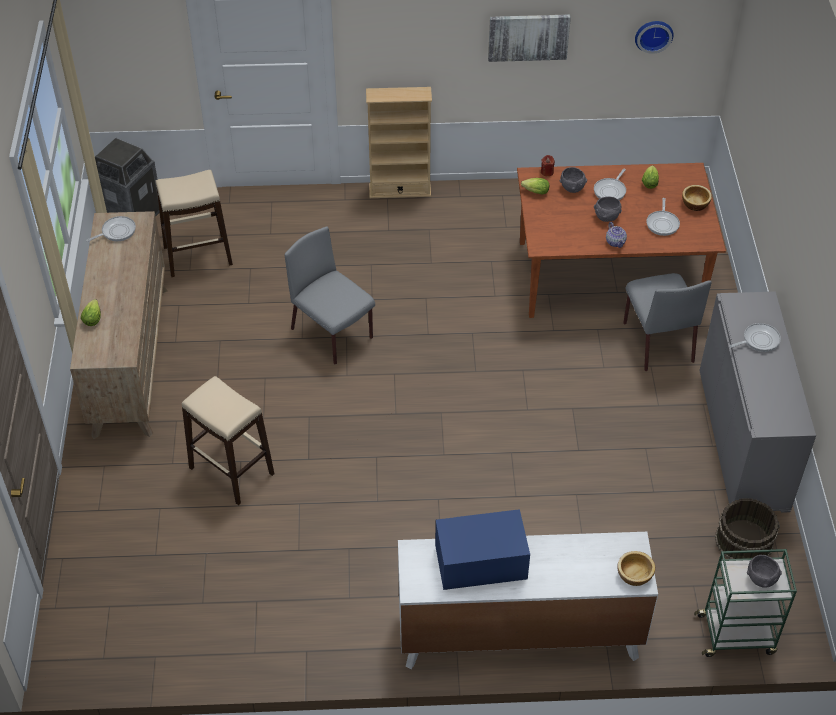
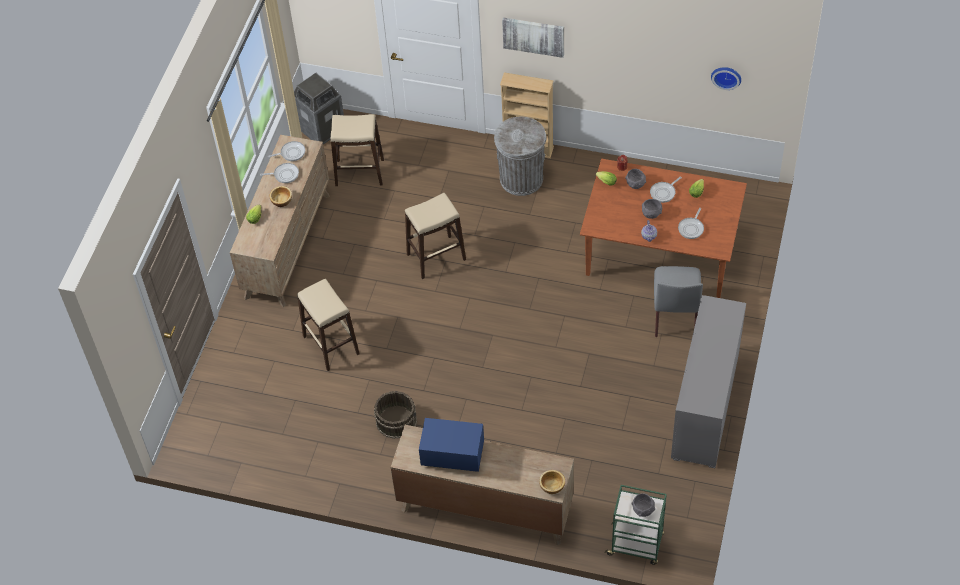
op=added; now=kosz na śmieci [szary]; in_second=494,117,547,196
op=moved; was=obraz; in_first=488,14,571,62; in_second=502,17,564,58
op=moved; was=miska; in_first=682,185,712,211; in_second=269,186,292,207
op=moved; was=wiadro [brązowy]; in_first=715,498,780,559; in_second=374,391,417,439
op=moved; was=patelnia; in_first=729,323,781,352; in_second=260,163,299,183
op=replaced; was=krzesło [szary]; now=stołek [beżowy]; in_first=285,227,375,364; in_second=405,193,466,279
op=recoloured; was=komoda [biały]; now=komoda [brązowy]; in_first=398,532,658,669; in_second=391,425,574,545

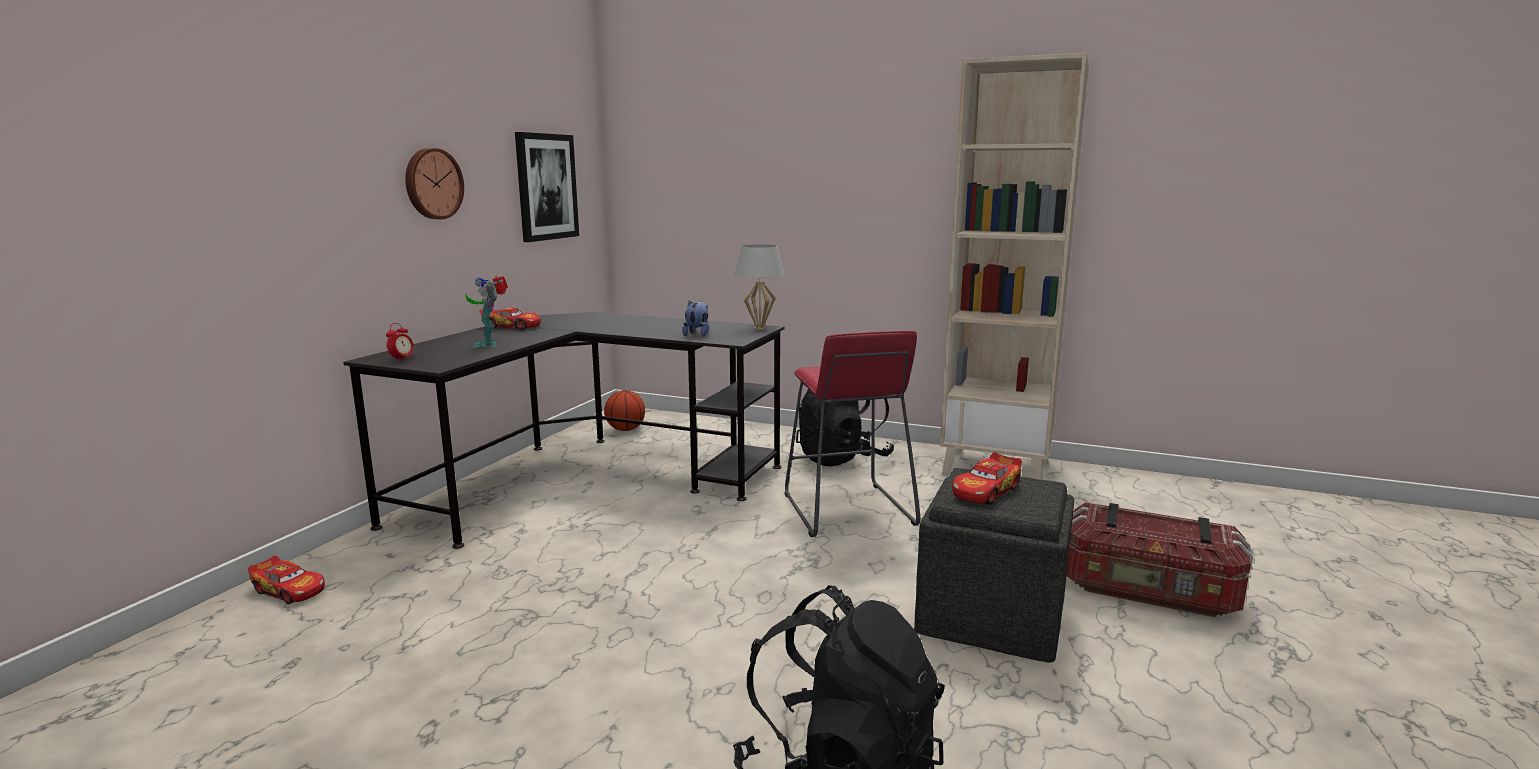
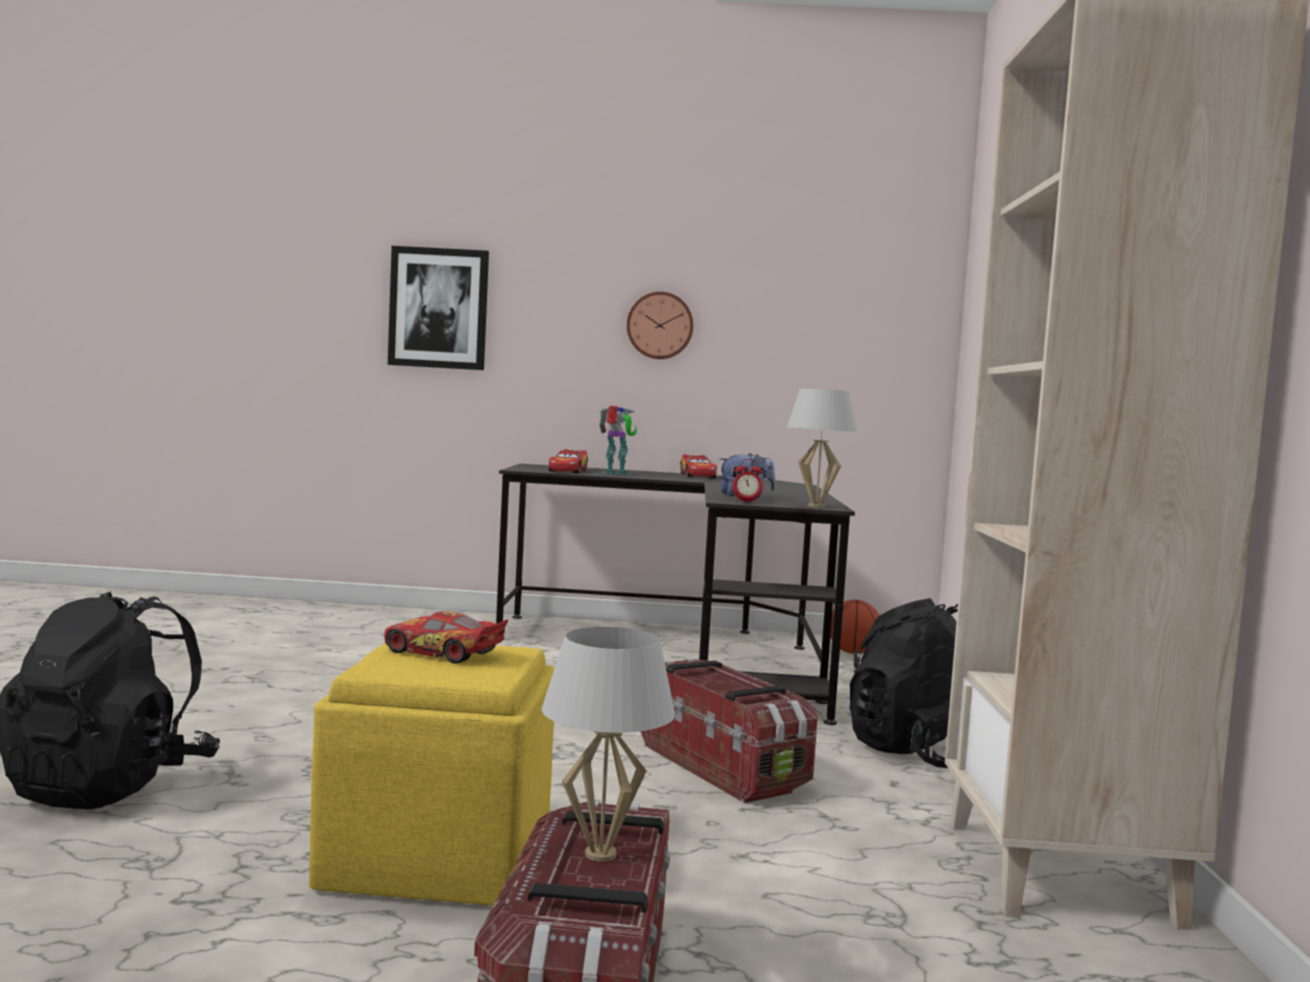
op=added; now=lampa stołowa [biały]; in_second=542,627,675,862
op=moved; was=samochodzik; in_first=248,556,325,604; in_second=549,449,588,473
op=moved; was=budzik; in_first=386,323,414,361; in_second=732,459,763,503
op=moved; was=obraz; in_first=515,132,579,242; in_second=388,246,489,370
op=replaced; was=stołek [czerwony]; now=pojemnik do przechowywania; in_first=785,330,920,537; in_second=640,658,818,803
op=recoloured; was=pufa [szary]; now=pufa [żółty]; in_first=914,468,1074,663; in_second=309,643,555,905
op=turned; was=robot zabawkowy; in_first=465,276,508,347; in_second=599,405,637,475; clockwise=60

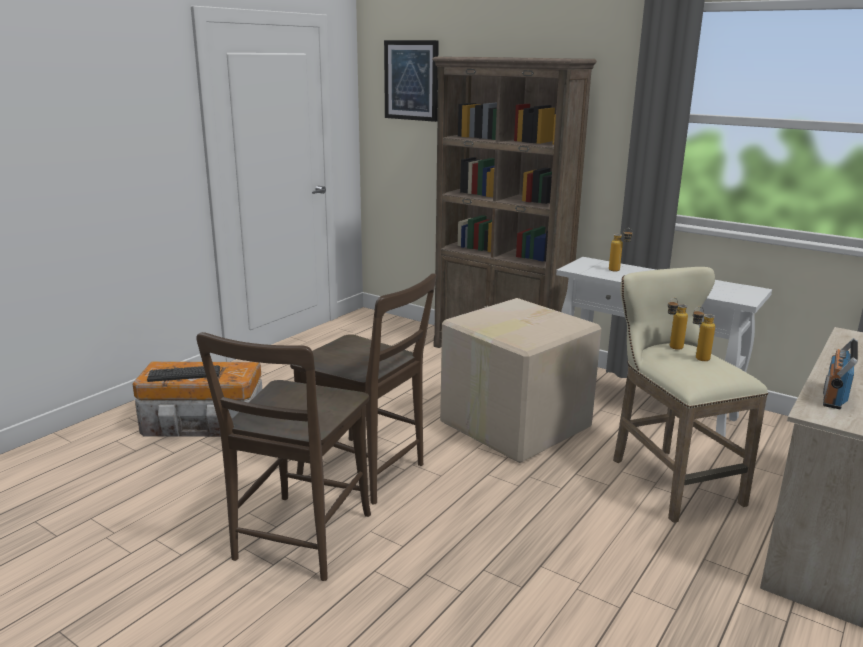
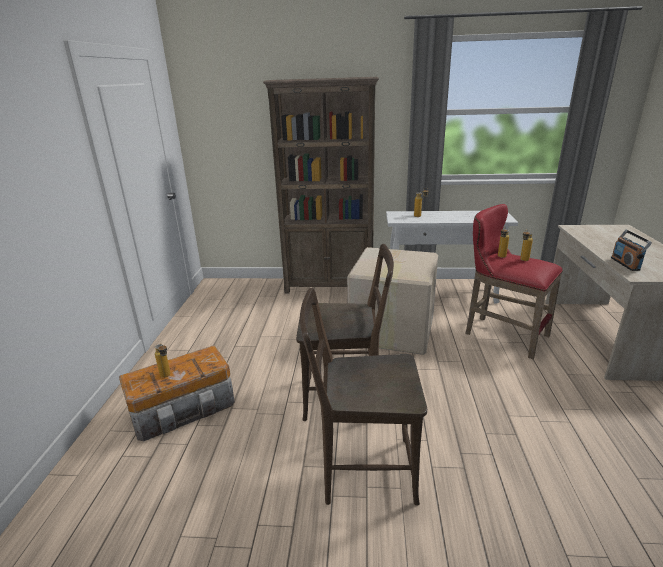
op=removed; was=obraz; in_first=384,40,439,122
op=replaced; was=klawiatura; now=butelka; in_first=147,365,220,382; in_second=155,343,171,378
op=recoloured; was=stołek [beżowy]; now=stołek [czerwony]; in_first=613,267,768,523; in_second=466,204,563,359
op=turned; was=krzesło [brązowy]; in_first=196,332,371,581; in_second=300,288,427,505; clockwise=105

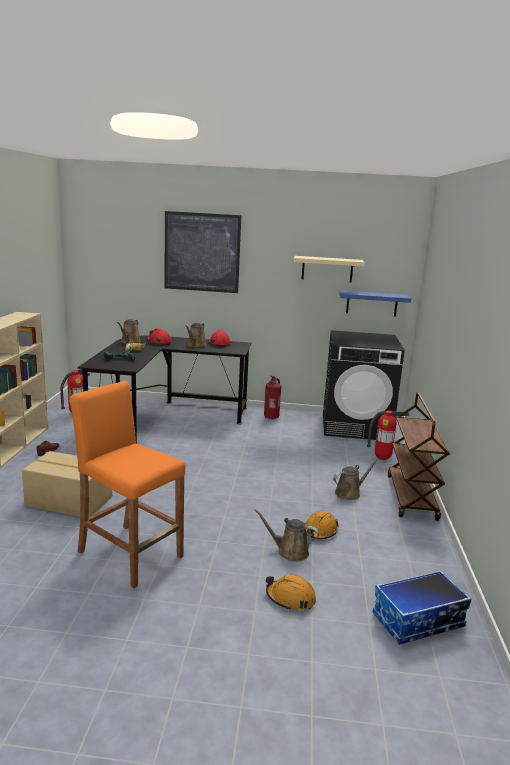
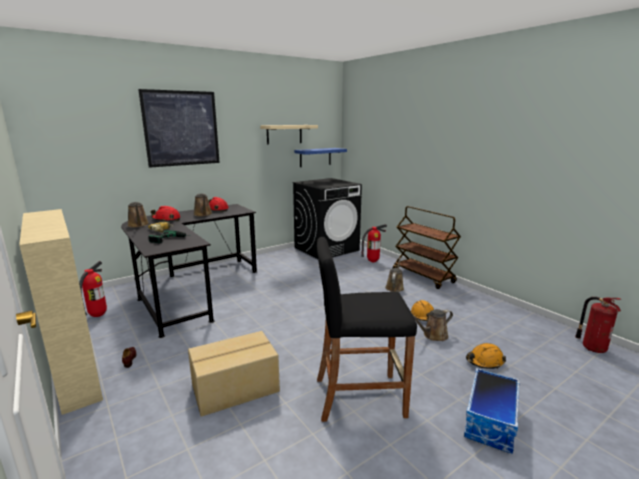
op=moved; was=gaśnica; in_first=264,376,281,420; in_second=575,297,621,353
op=moved; was=pojemnik do przechowywania; in_first=373,570,472,645; in_second=464,368,520,454
op=recoloured; was=stołek [pomarańczowy]; now=stołek [czarny]; in_first=69,381,185,588; in_second=317,237,417,422

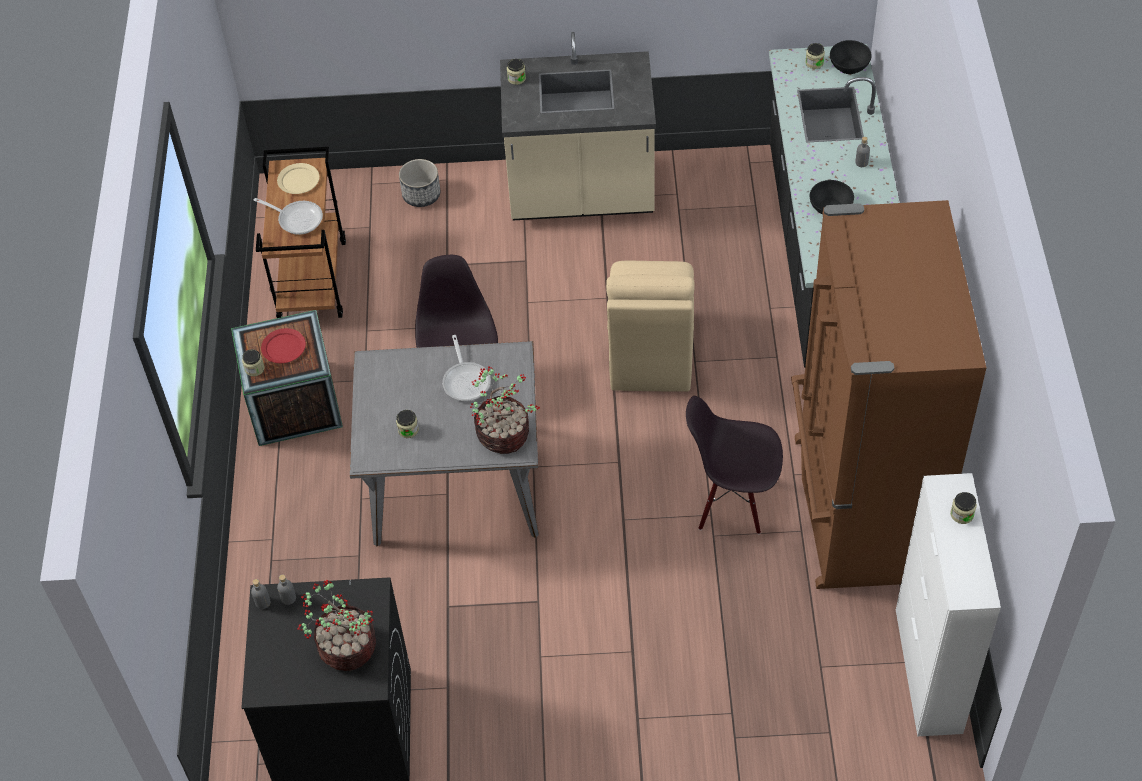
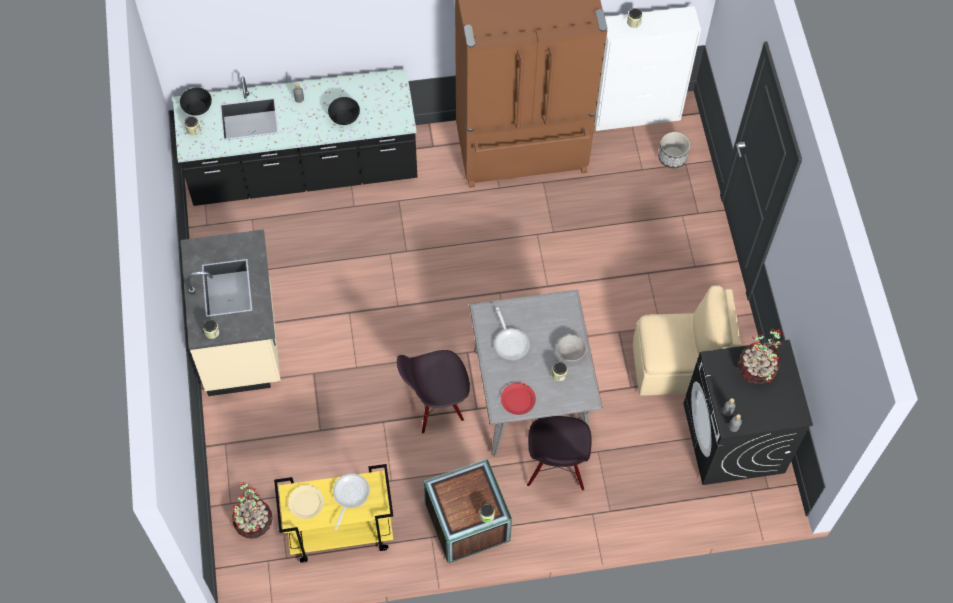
op=added; now=miska [szary]; in_second=557,334,587,362
op=moved; was=talerz [czerwony]; in_first=261,328,306,363; in_second=501,383,536,415
op=moved; was=donica; in_first=399,159,441,207; in_second=658,132,690,168
op=moved; was=roślina doniczkowa; in_first=470,367,540,454; in_second=232,482,272,539
op=moved; was=krzesło [beżowy]; in_first=606,261,695,391; in_second=633,285,741,396
op=moved; was=krzesło [czarny]; in_first=686,396,783,534; in_second=527,416,592,491
op=recoloured; was=wózek [brązowy]; now=wózek [żółty]; in_first=256,147,346,318; in_second=274,464,393,563
op=turned; was=patelnia; in_first=442,335,491,401; in_second=494,307,530,360; clockwise=90

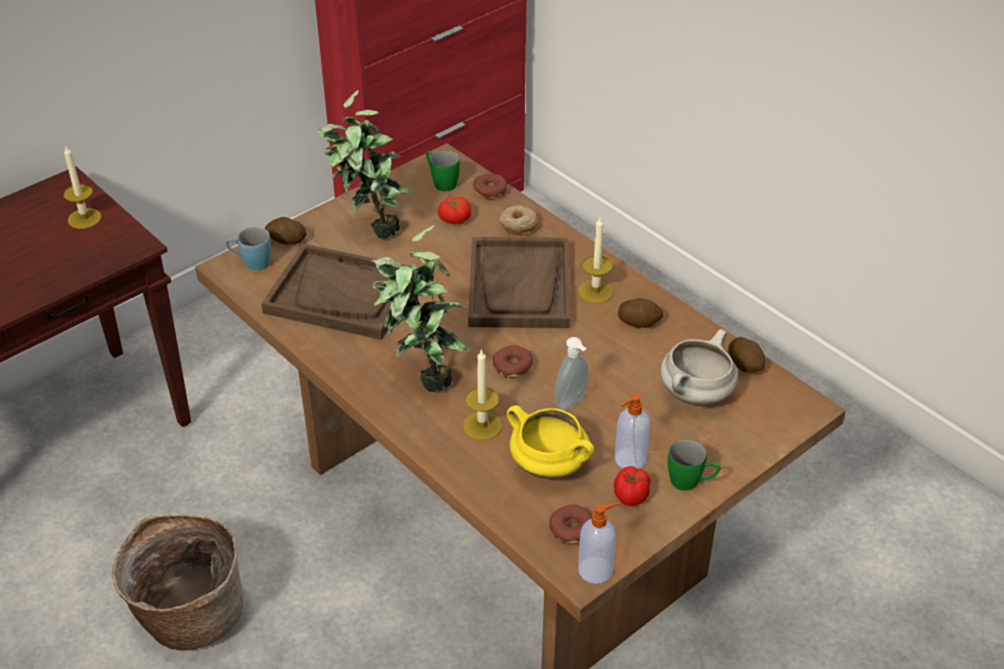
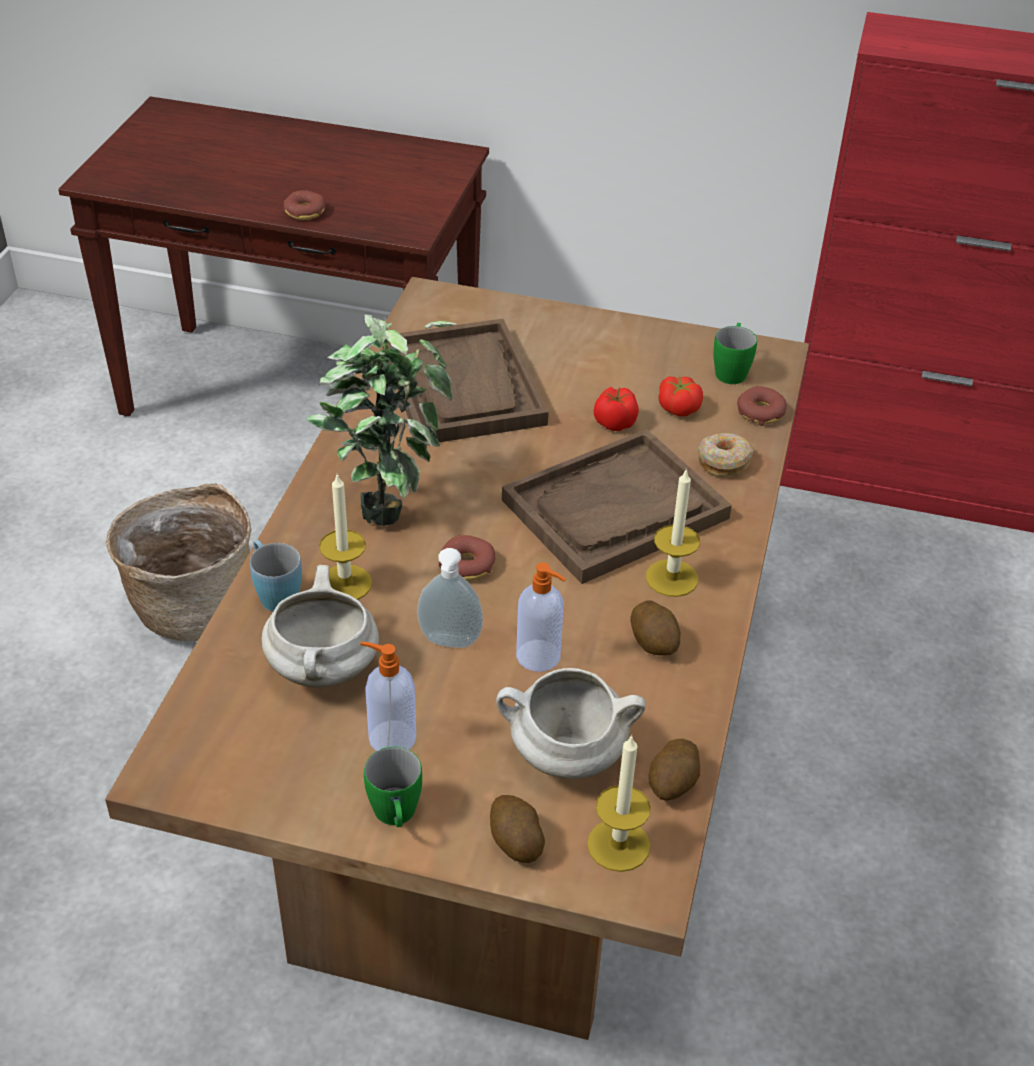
op=removed; was=roślina doniczkowa; in_first=318,90,413,239
op=moved; was=świeca; in_first=63,146,102,229; in_second=587,735,651,872
op=moved; was=kubek [niebieski]; in_first=225,227,271,271; in_second=250,540,302,612
op=moved; was=ziemniak; in_first=265,217,306,245; in_second=490,795,545,863
op=moved; was=donut; in_first=549,504,592,544; in_second=283,190,325,220
op=moved; was=dozownik mydła; in_first=578,503,620,584; in_second=516,562,566,672
op=moved; was=pomidor; in_first=614,466,651,506; in_second=594,387,639,431
op=recoloured; was=garnek [żółty]; now=garnek [biały]; in_first=507,405,594,479; in_second=262,565,379,688

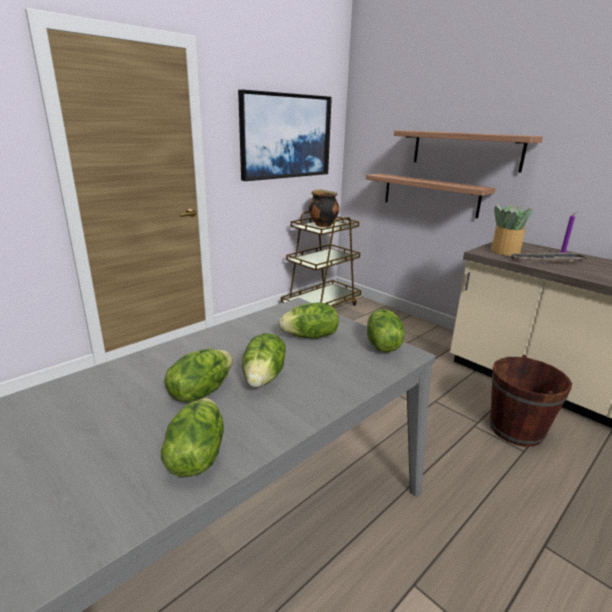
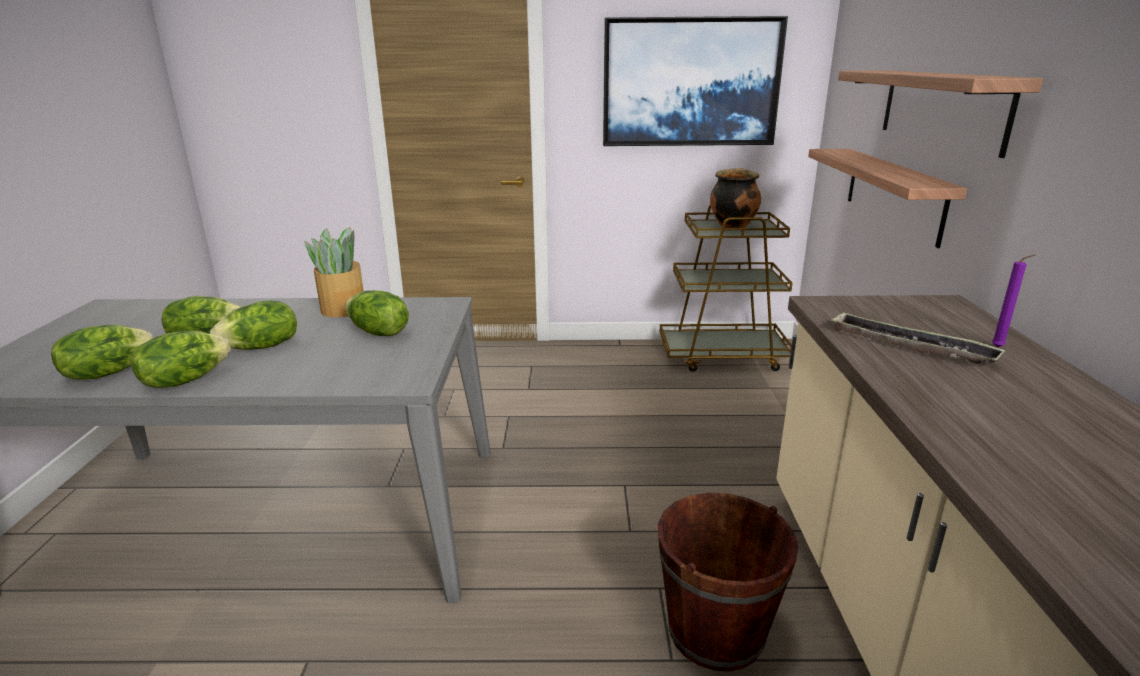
op=moved; was=sałata; in_first=367,309,405,352; in_second=131,331,231,388
op=moved; was=roślina doniczkowa; in_first=491,204,533,256; in_second=304,227,364,317

